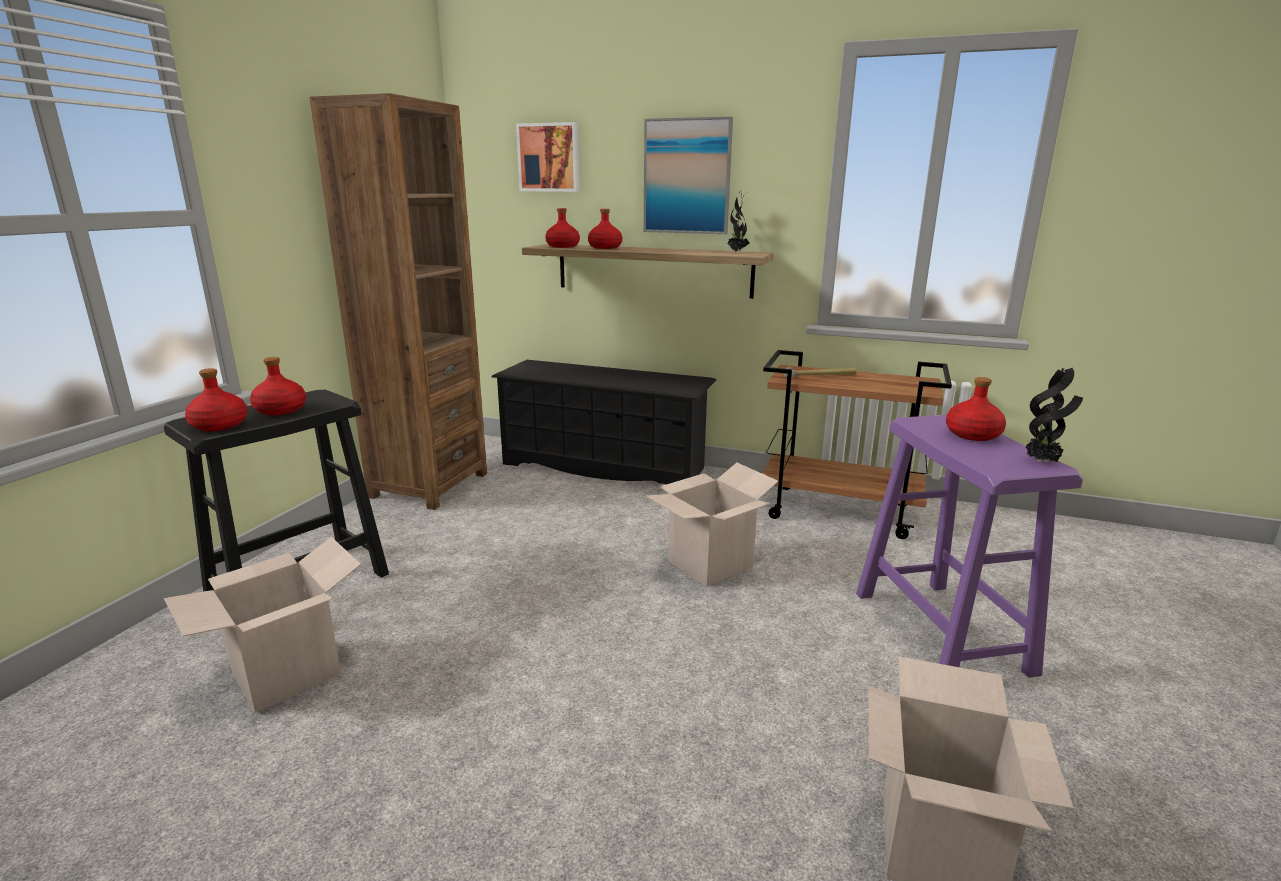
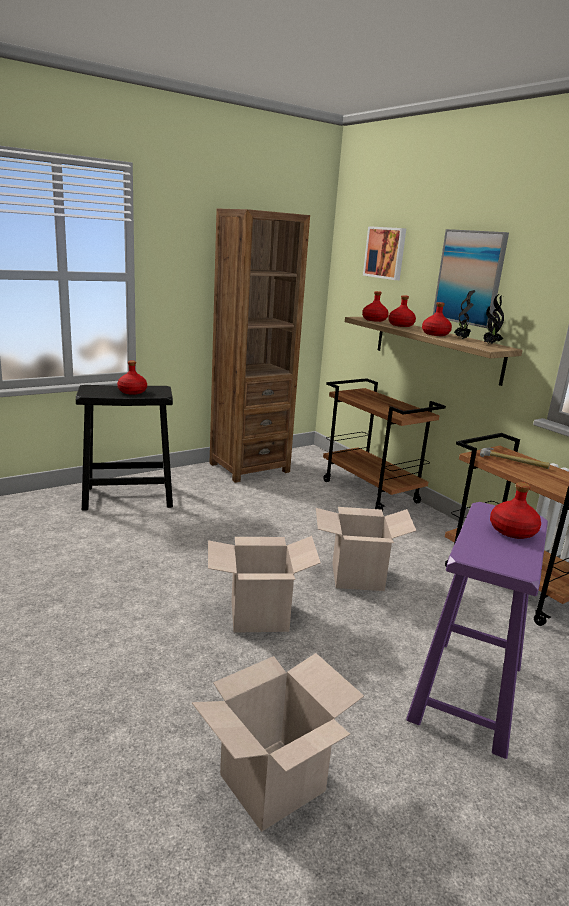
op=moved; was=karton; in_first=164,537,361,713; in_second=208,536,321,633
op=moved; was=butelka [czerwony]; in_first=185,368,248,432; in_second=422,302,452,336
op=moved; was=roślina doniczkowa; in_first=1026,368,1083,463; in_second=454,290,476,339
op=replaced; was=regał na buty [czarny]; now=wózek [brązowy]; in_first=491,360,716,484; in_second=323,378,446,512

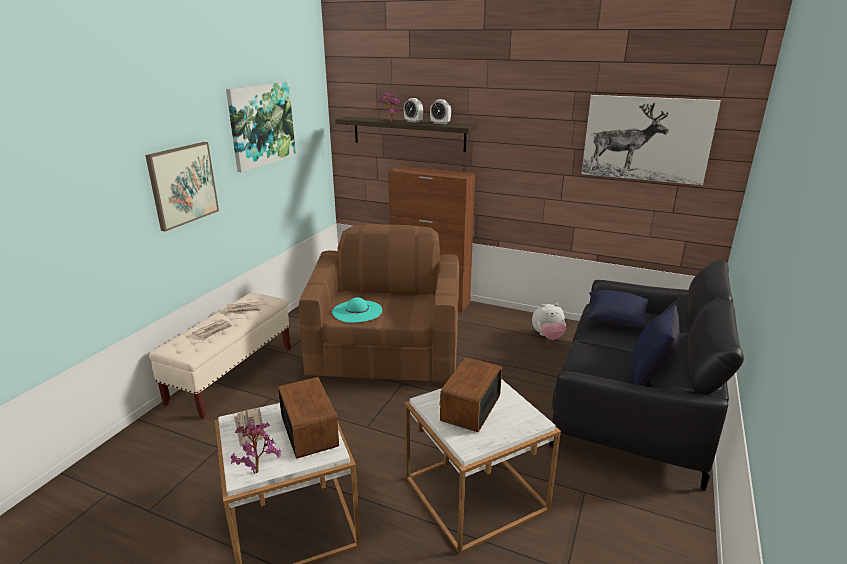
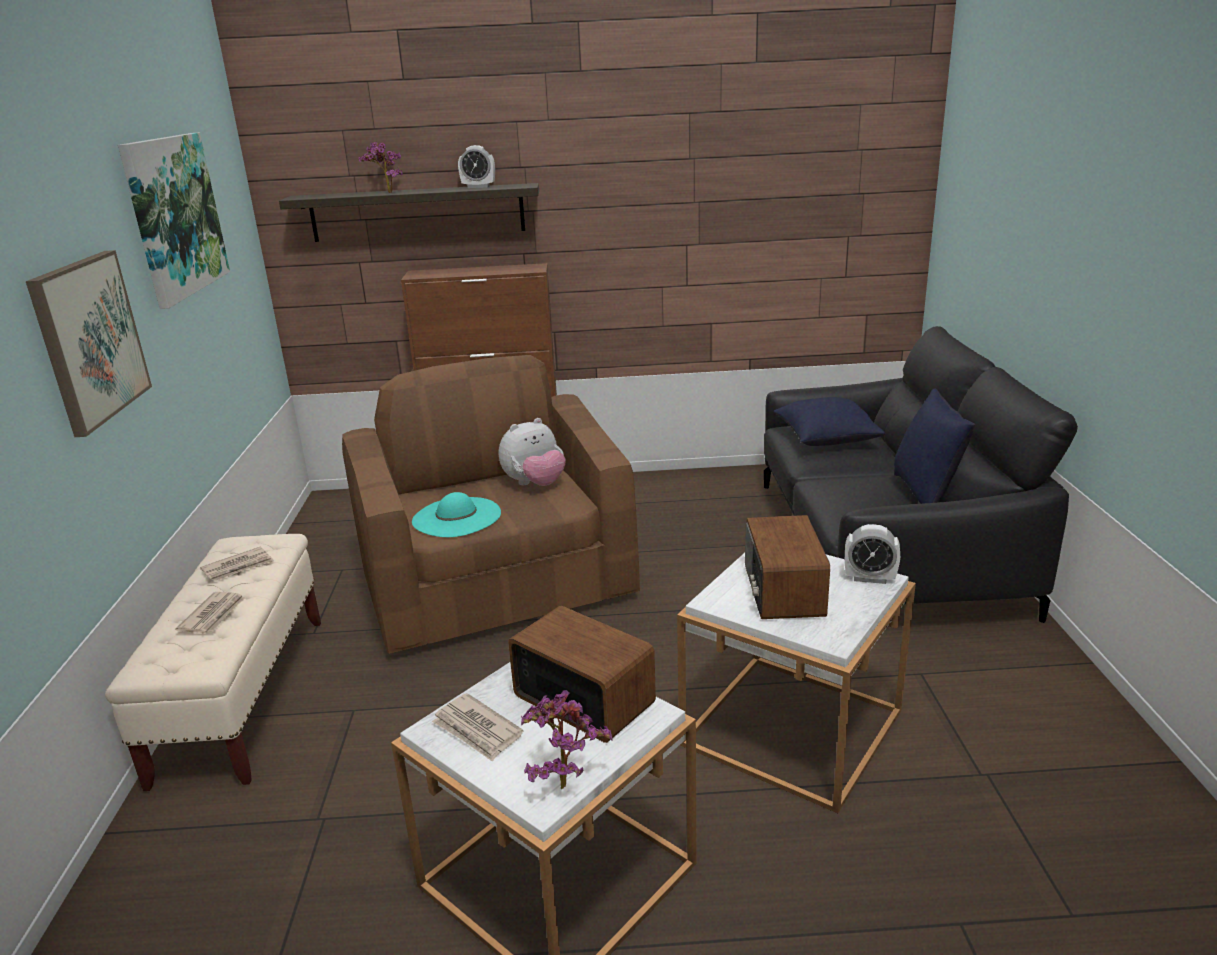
op=removed; was=obraz; in_first=581,95,721,185
op=moved; was=budzik; in_first=404,98,423,123; in_second=845,524,900,584
op=moved; was=pluszak; in_first=532,303,566,340; in_second=499,418,566,486

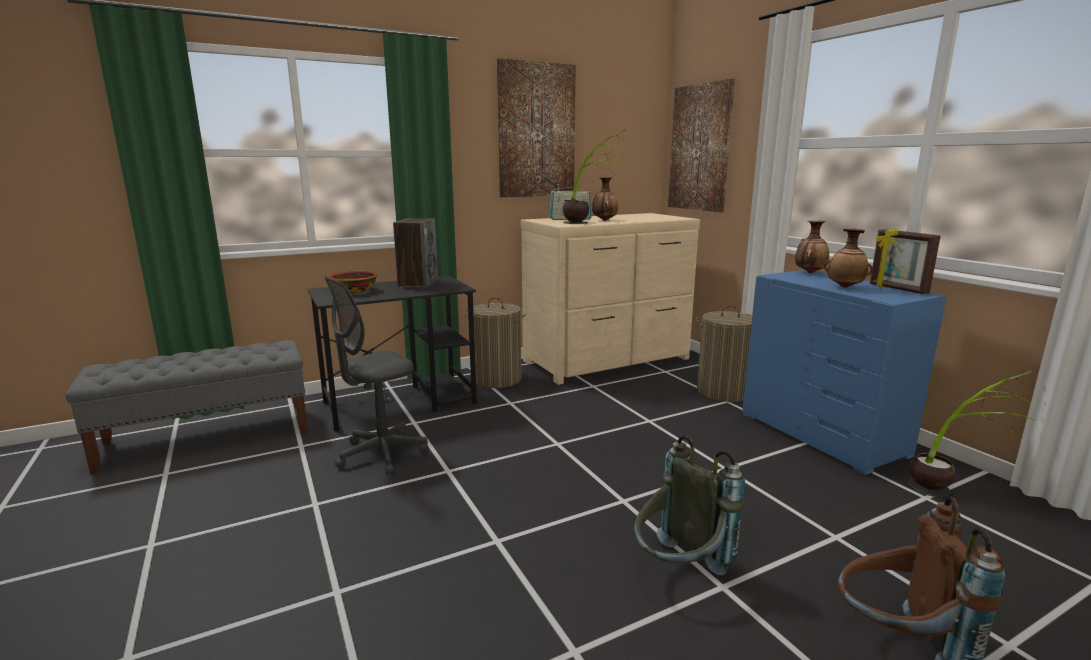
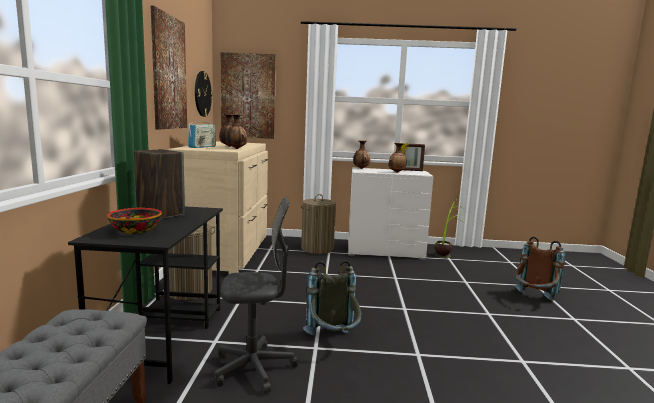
op=added; now=zegar ścienny; in_second=195,71,213,117
op=moved; was=plecak [szary]; in_first=634,435,745,575; in_second=303,260,361,335
op=replaced; was=roślina doniczkowa; now=wazon; in_first=563,129,625,224; in_second=226,115,247,149
op=recoloured; was=komoda [niebieski]; now=komoda [biały]; in_first=742,270,946,475; in_second=348,168,434,260
op=turned; was=krzesło biurowe [szary]; in_first=324,276,428,475; in_second=215,196,298,394; clockwise=-90

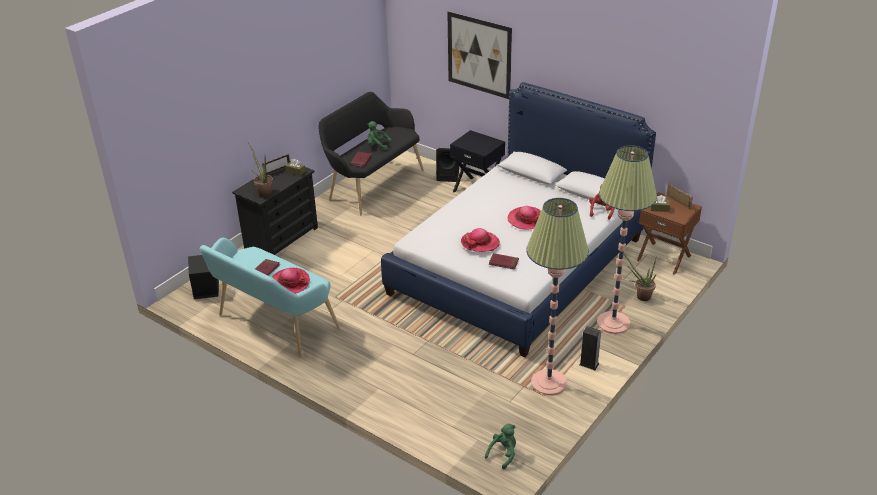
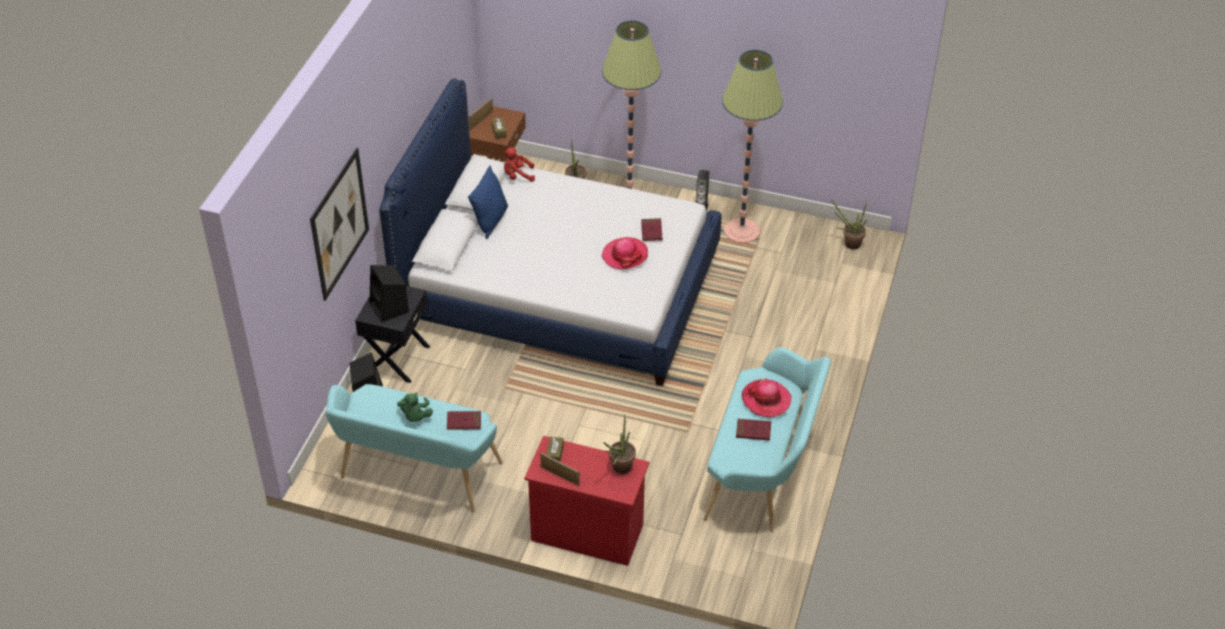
op=removed; was=kapelusz; in_first=508,206,541,229
op=added; now=poduszka [niebieski]; in_second=468,165,508,239
op=moved; was=głośnik [czarny]; in_first=188,255,219,299; in_second=370,265,409,322
op=replaced; was=pluszak [zielony]; now=roślina doniczkowa; in_first=485,424,516,469; in_second=831,200,867,249
op=recoloured; was=komoda [czarny]; now=komoda [czerwony]; in_first=232,167,318,255; in_second=524,436,649,566
op=recoloured; was=ławka [czarny]; now=ławka [turkusowy]; in_first=319,92,424,215; in_second=326,384,503,512

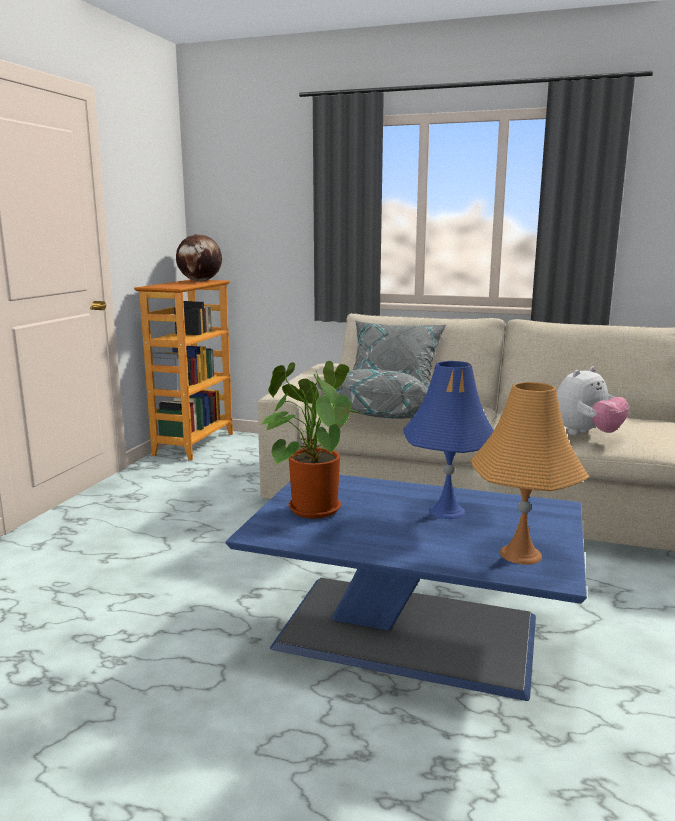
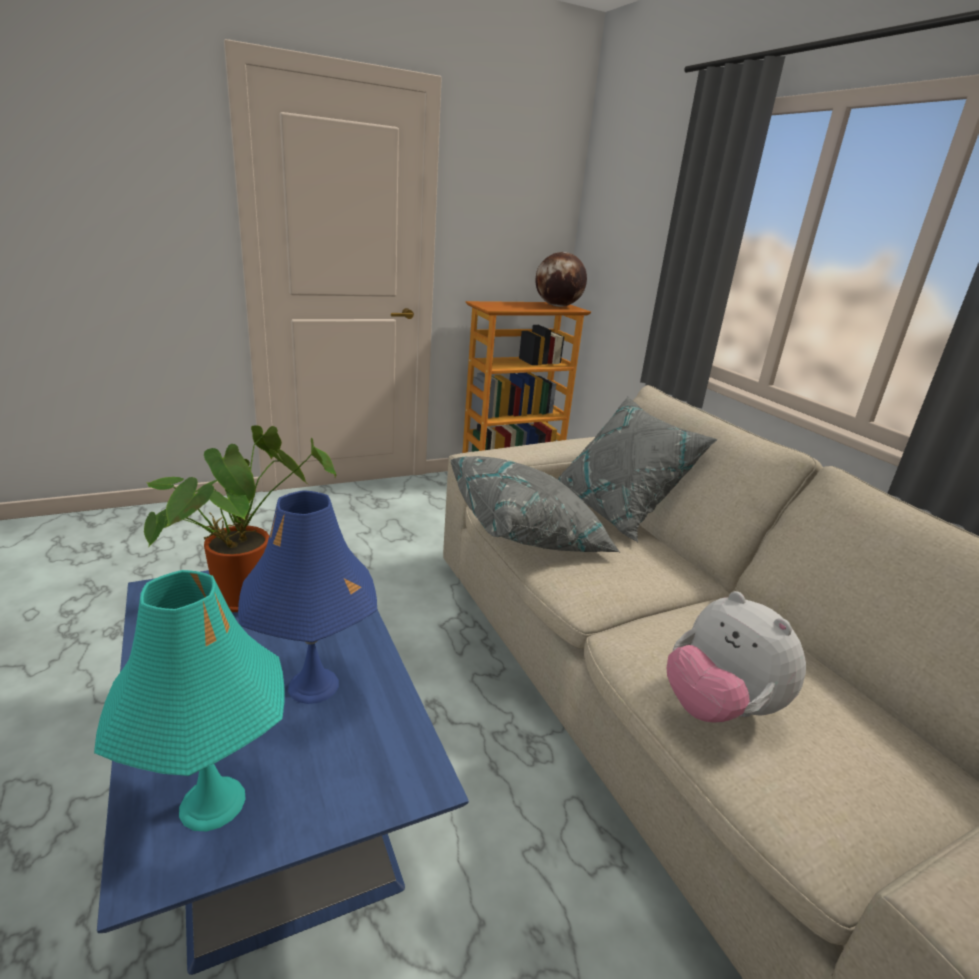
op=recoloured; was=lampa stołowa [pomarańczowy]; now=lampa stołowa [turkusowy]; in_first=470,382,589,565; in_second=94,570,285,831
op=turned; was=pluszak; in_first=557,367,629,435; in_second=667,591,806,723; clockwise=45

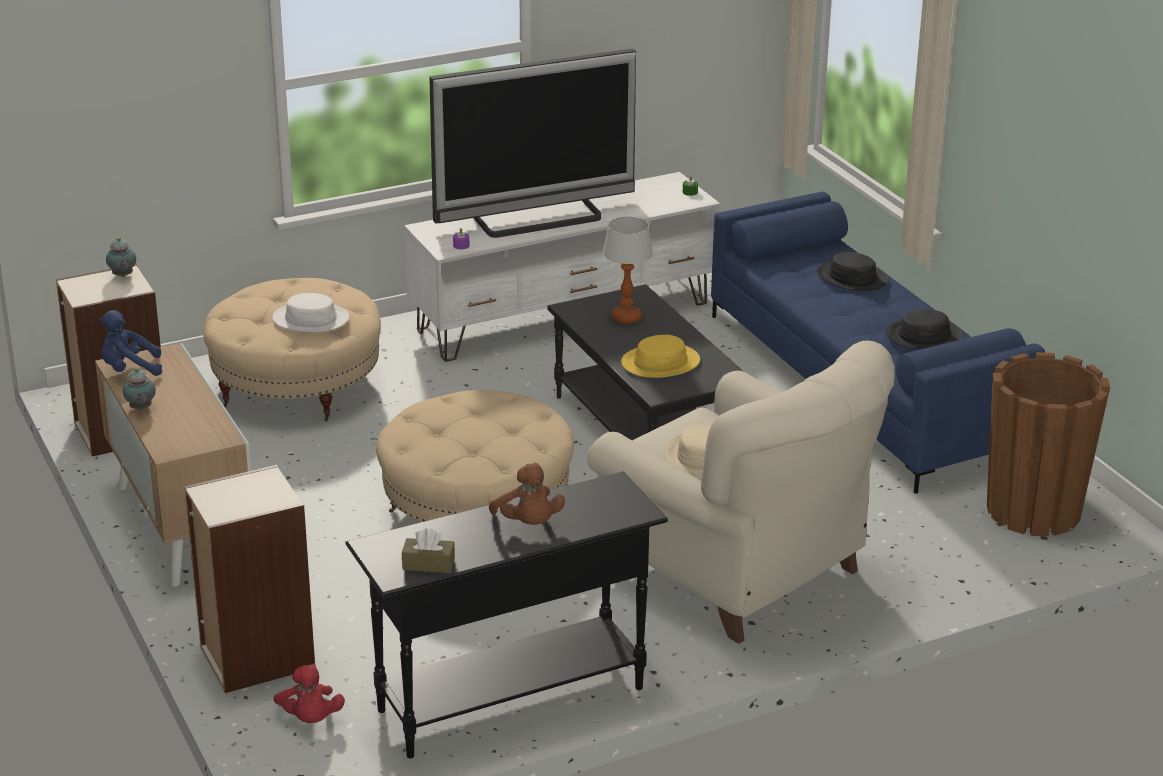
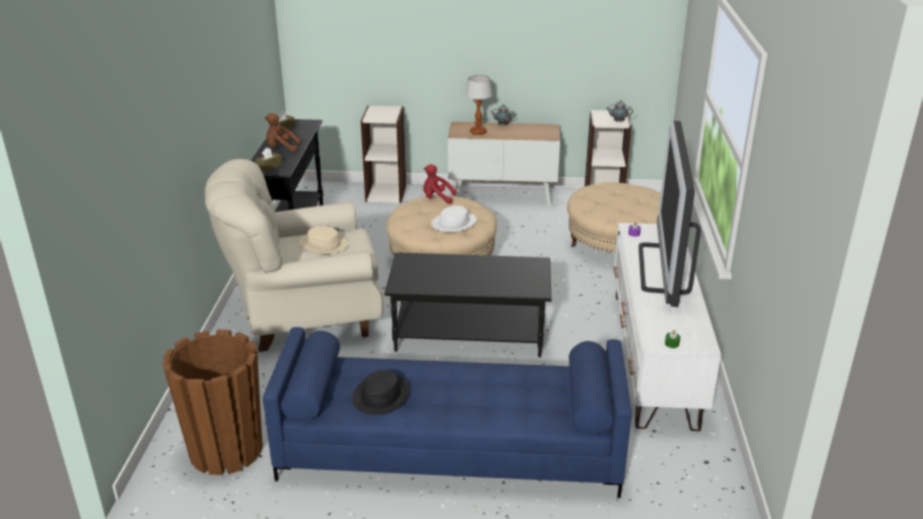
op=removed; was=pluszak [niebieski]; in_first=98,310,162,376
op=removed; was=kapelusz [żółty]; in_first=621,335,700,378
op=removed; was=kapelusz [czarny]; in_first=817,252,889,291
op=added; now=pudełko chusteczek [brązowy]; in_second=255,148,282,172
op=moved; was=kapelusz [biały]; in_first=273,293,349,332; in_second=432,206,477,232
op=moved; was=pluszak [czerwony]; in_first=273,664,345,723; in_second=423,164,457,204
op=moved; was=lampa stołowa; in_first=603,217,653,324; in_second=465,75,493,135

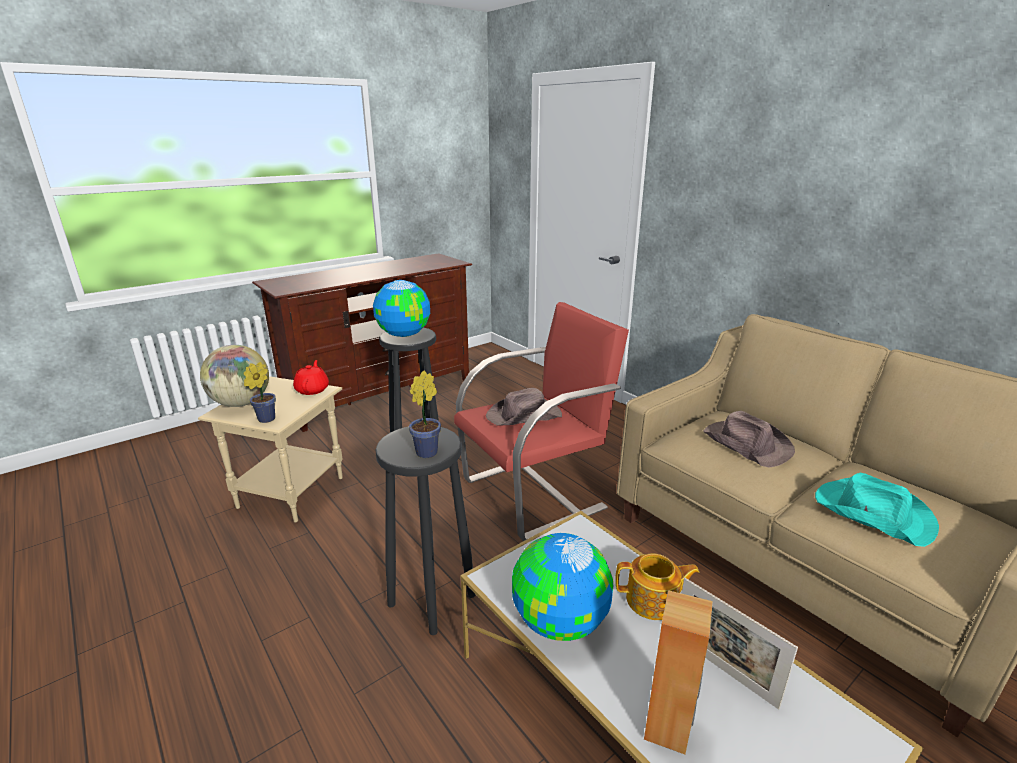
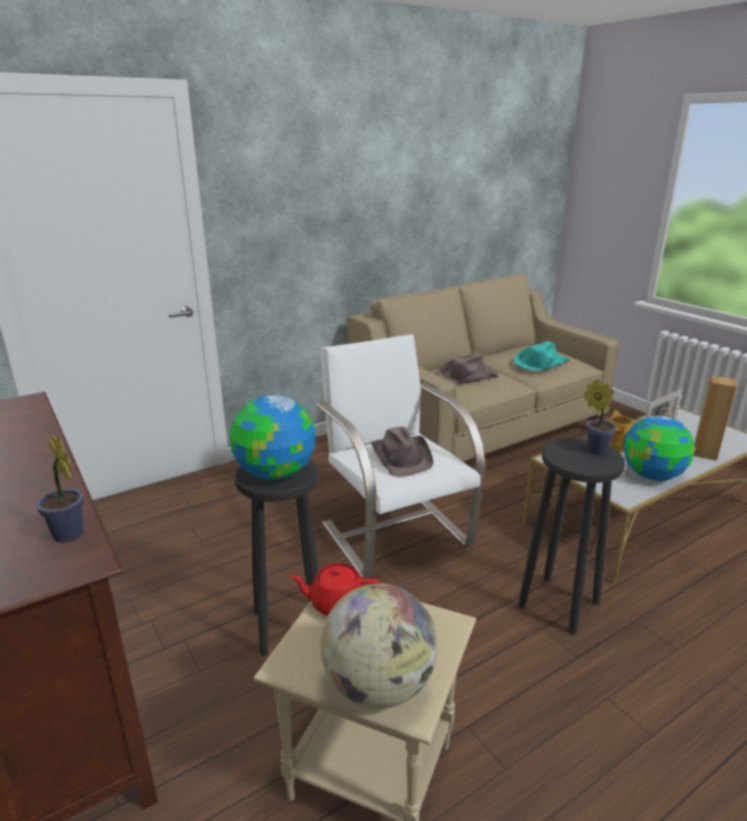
op=moved; was=roślina doniczkowa; in_first=244,362,276,423; in_second=37,434,83,542
op=recoloured; was=fotel [czerwony]; now=fotel [biały]; in_first=454,302,629,541; in_second=316,334,485,578

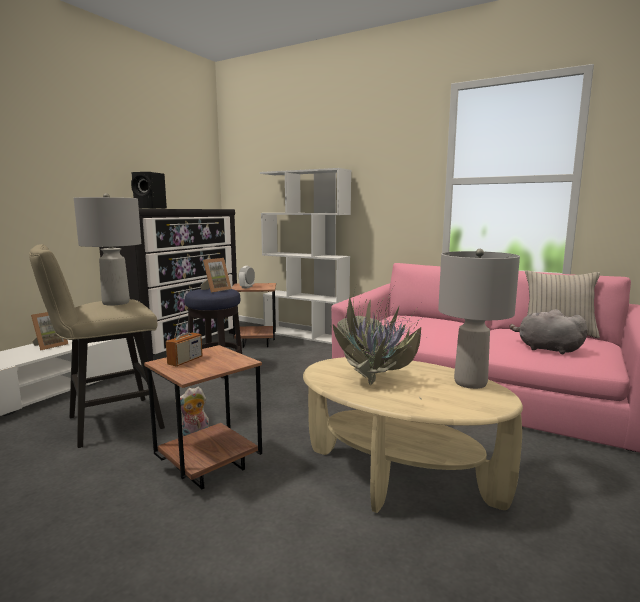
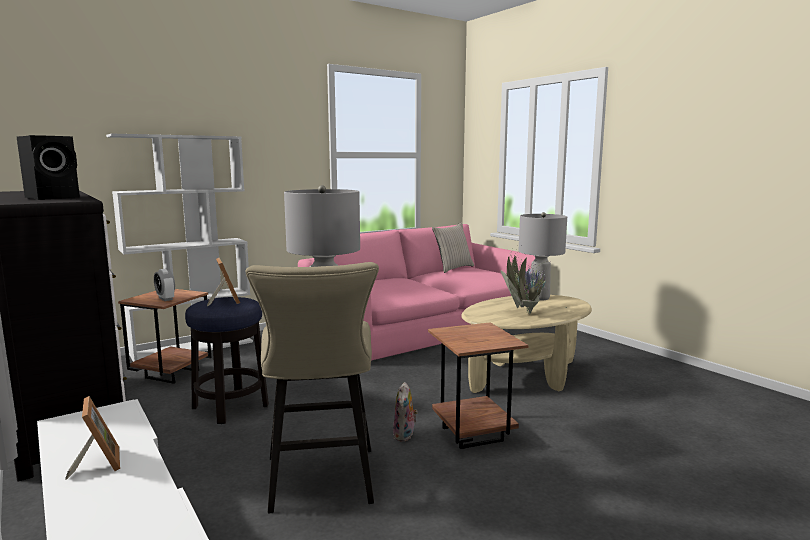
op=removed; was=radio; in_first=166,309,203,367
op=removed; was=pluszak [szary]; in_first=509,309,587,354

